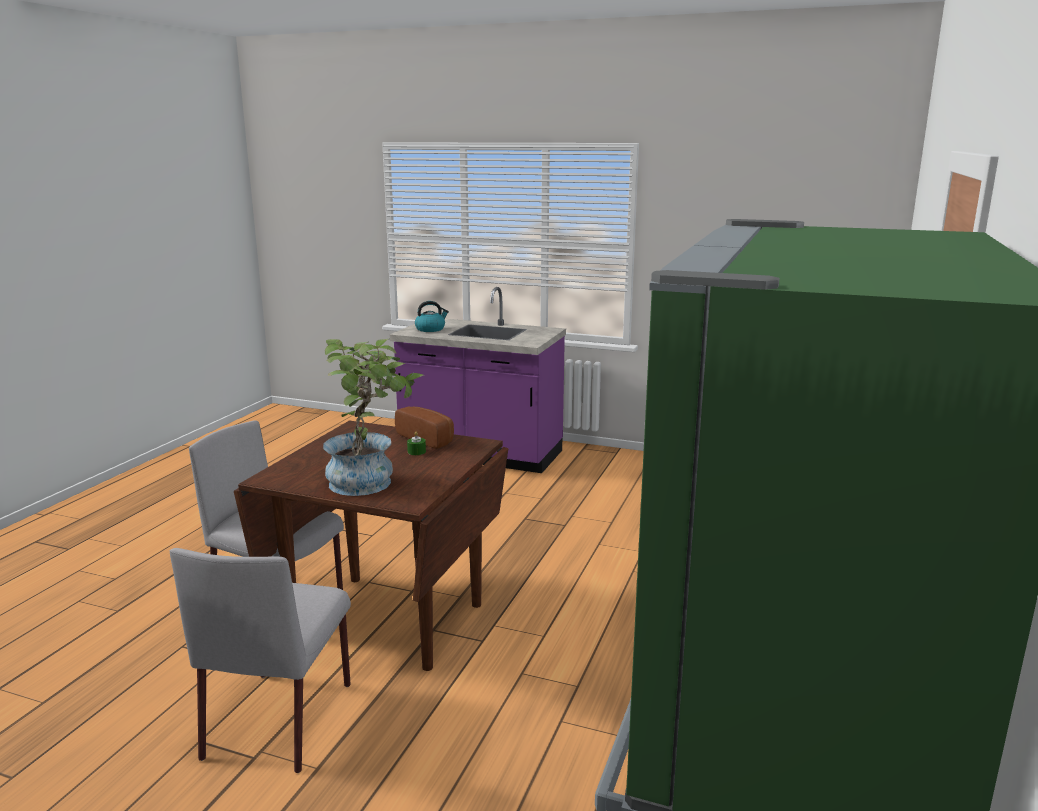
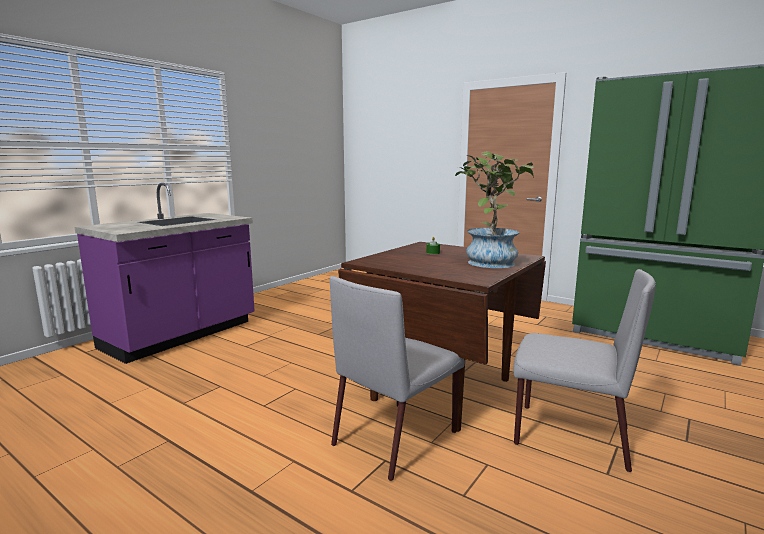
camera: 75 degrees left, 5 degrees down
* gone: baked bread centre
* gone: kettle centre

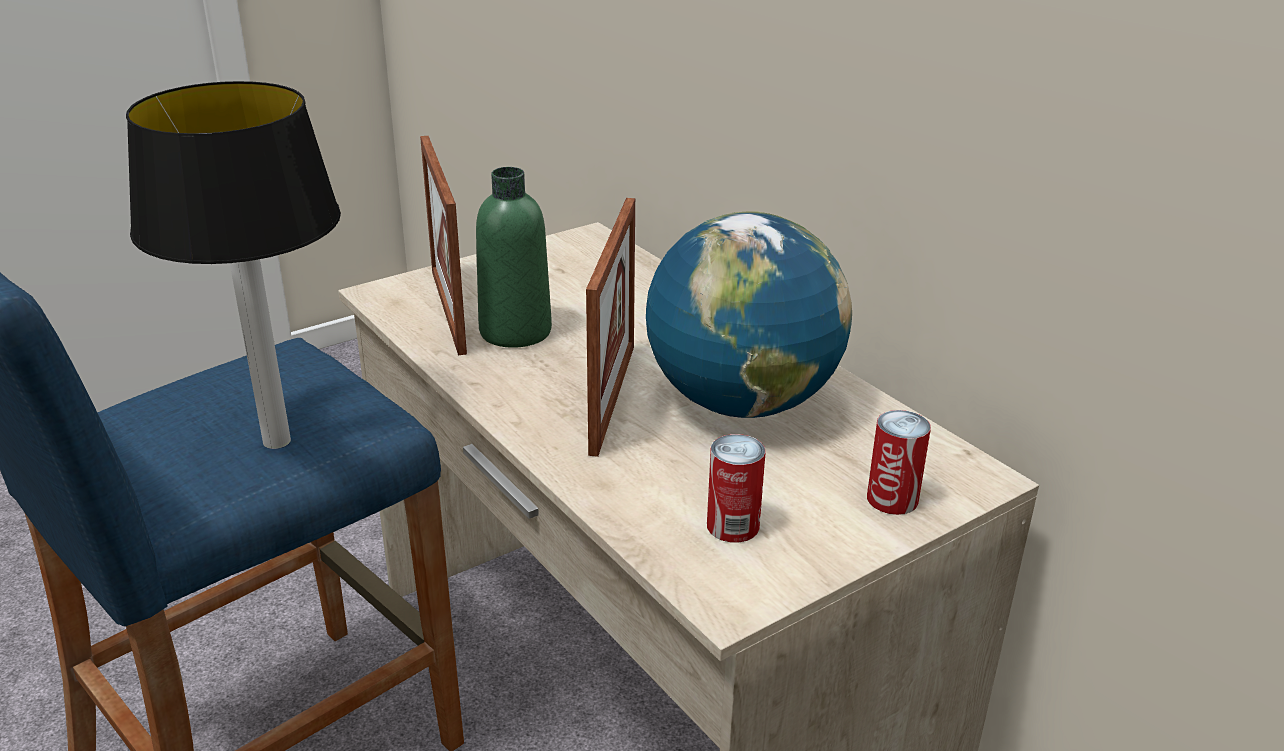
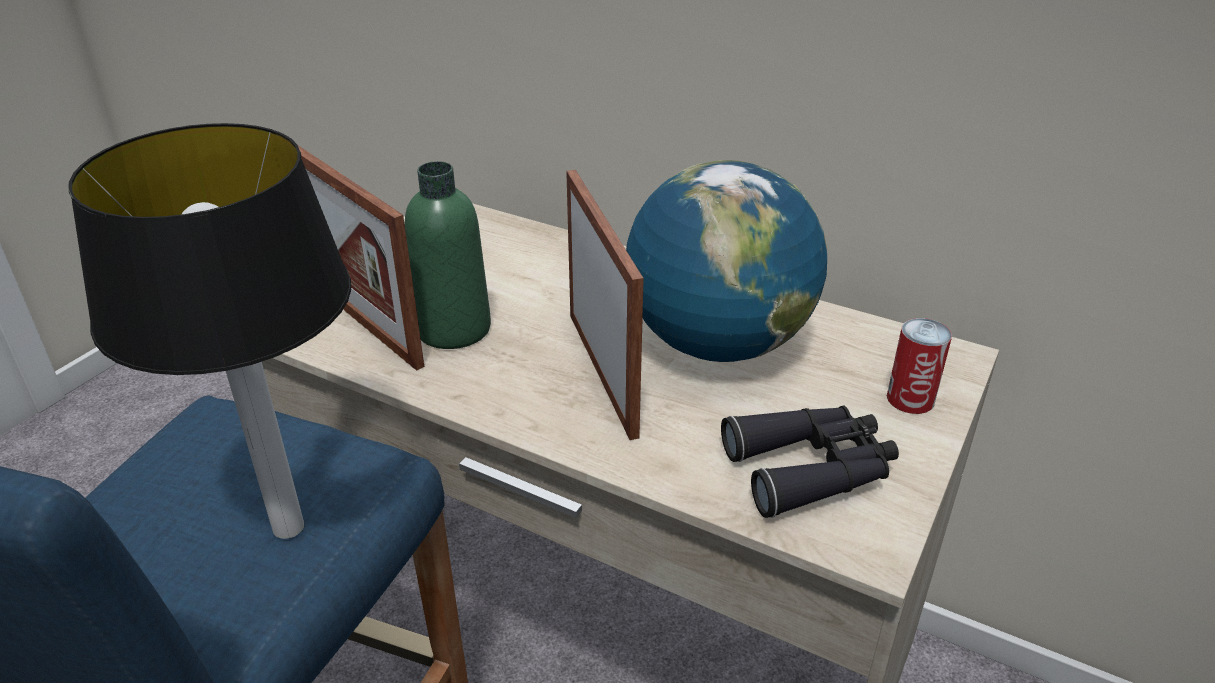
camera: 25 degrees left, 5 degrees up
* swapped: metal can (no. 1 from left) centre to field glasses/blackish bottom right

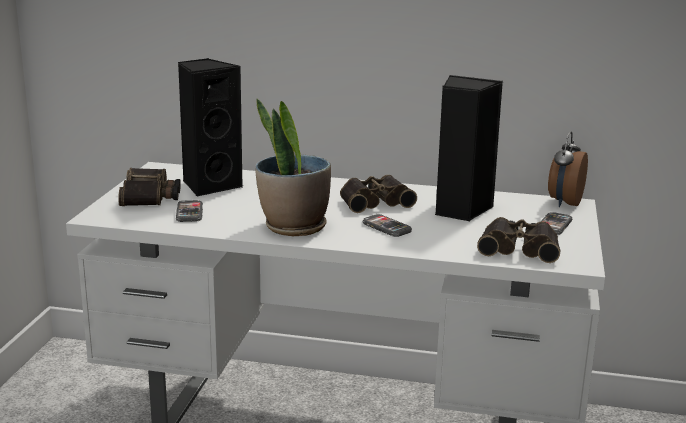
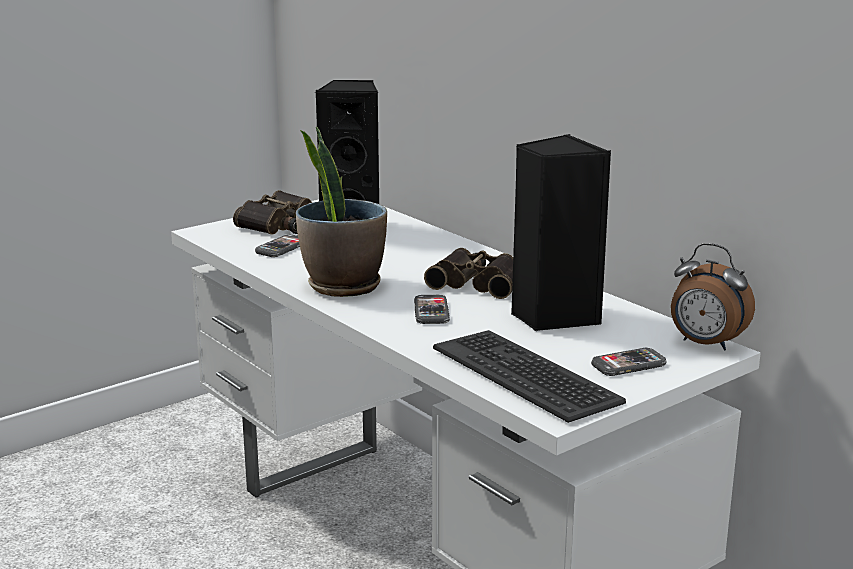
camera: 40 degrees right, 0 degrees up
* swapped: field glasses (no. 3 from left) middle right to keyboard centre
* rotated: alarm clock middle right = middle right 120 degrees counterclockwise

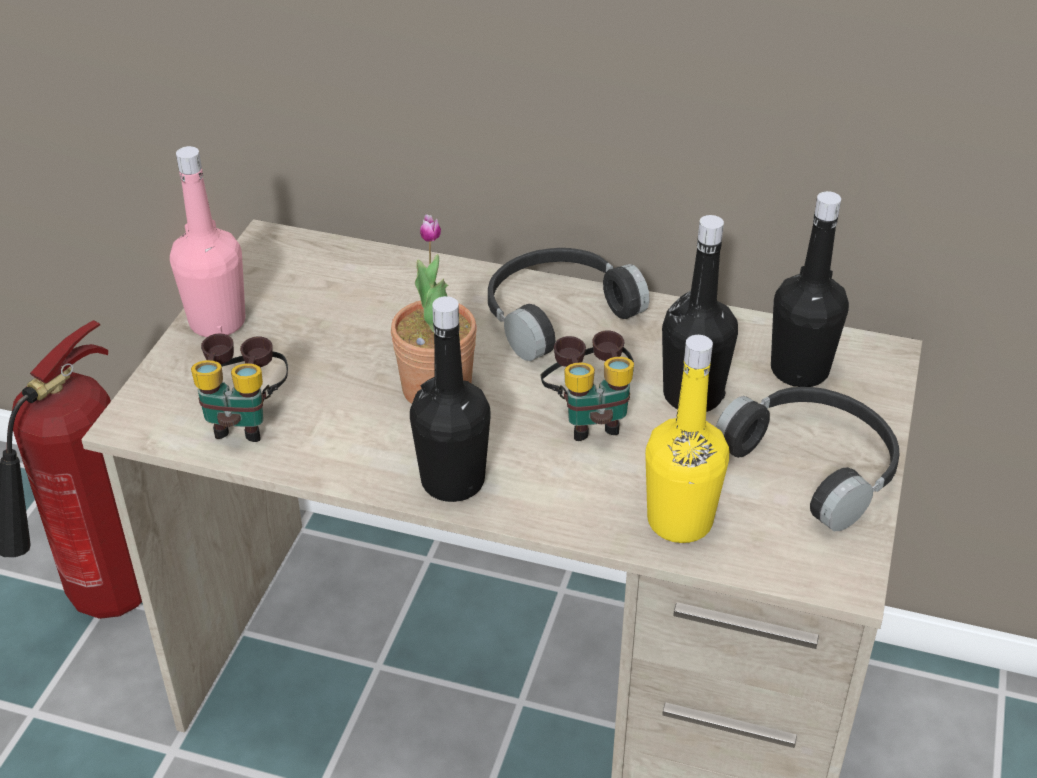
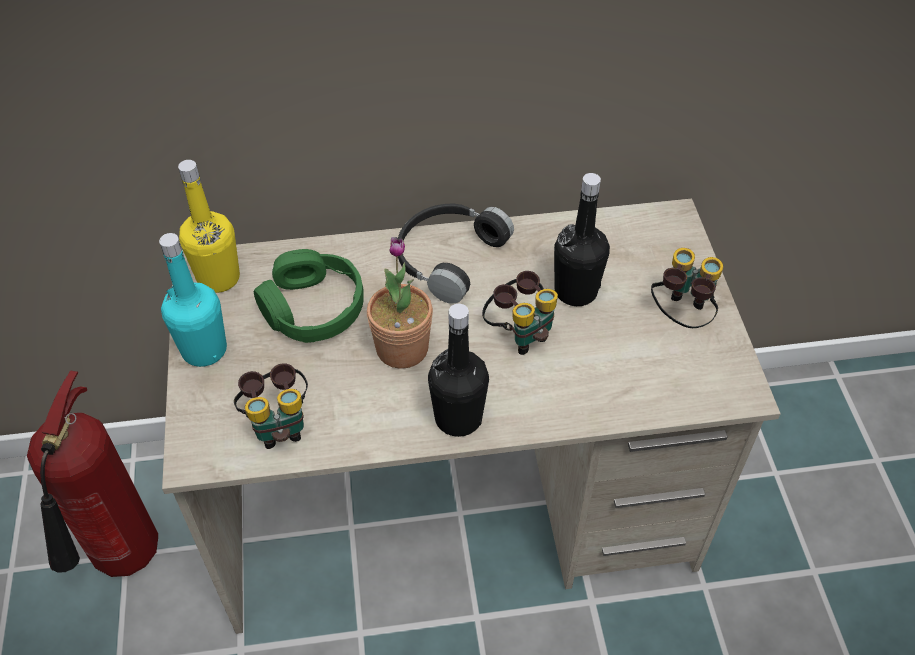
camera: 25 degrees left, 10 degrees up
* repainted: drink bottle/pink-coloured top left to drink bottle/blue-green middle left
* shifted: drink bottle/yellow centre to middle left
* swapped: pair of headphones/blackish (no. 2 from left) middle right to field glasses (no. 3 from left) middle right
* gone: drink bottle/blackish (no. 3 from left) middle right
* new: pair of headphones/greenish centre

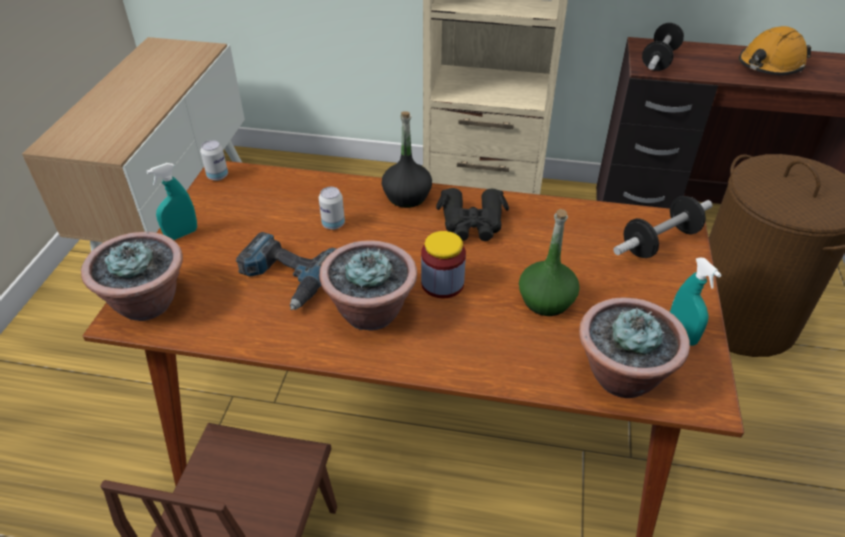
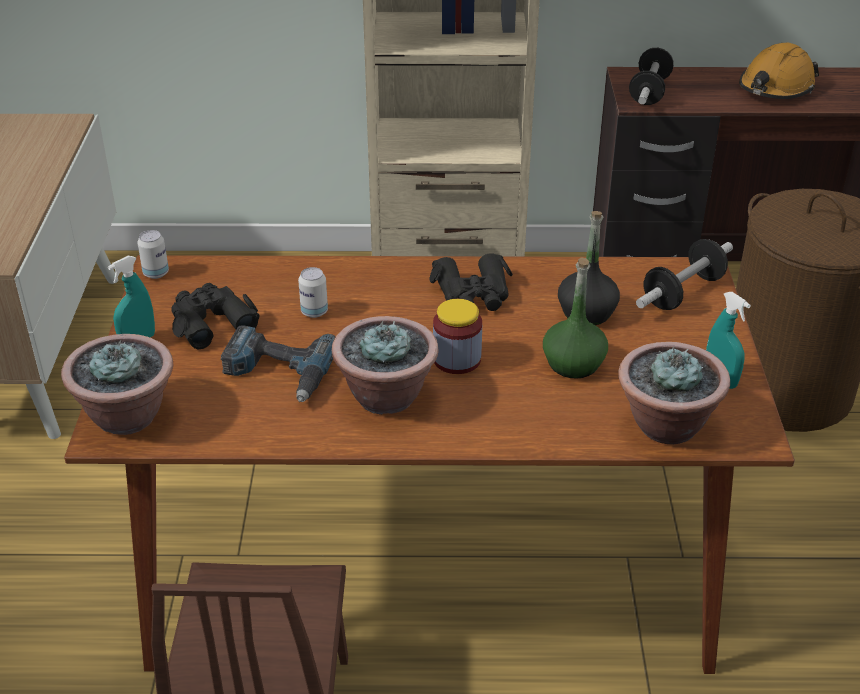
camera: 10 degrees left, 5 degrees down
* shifted: drink bottle/blackish top centre to middle right
* new: field glasses/blackish (no. 1 from left) middle left

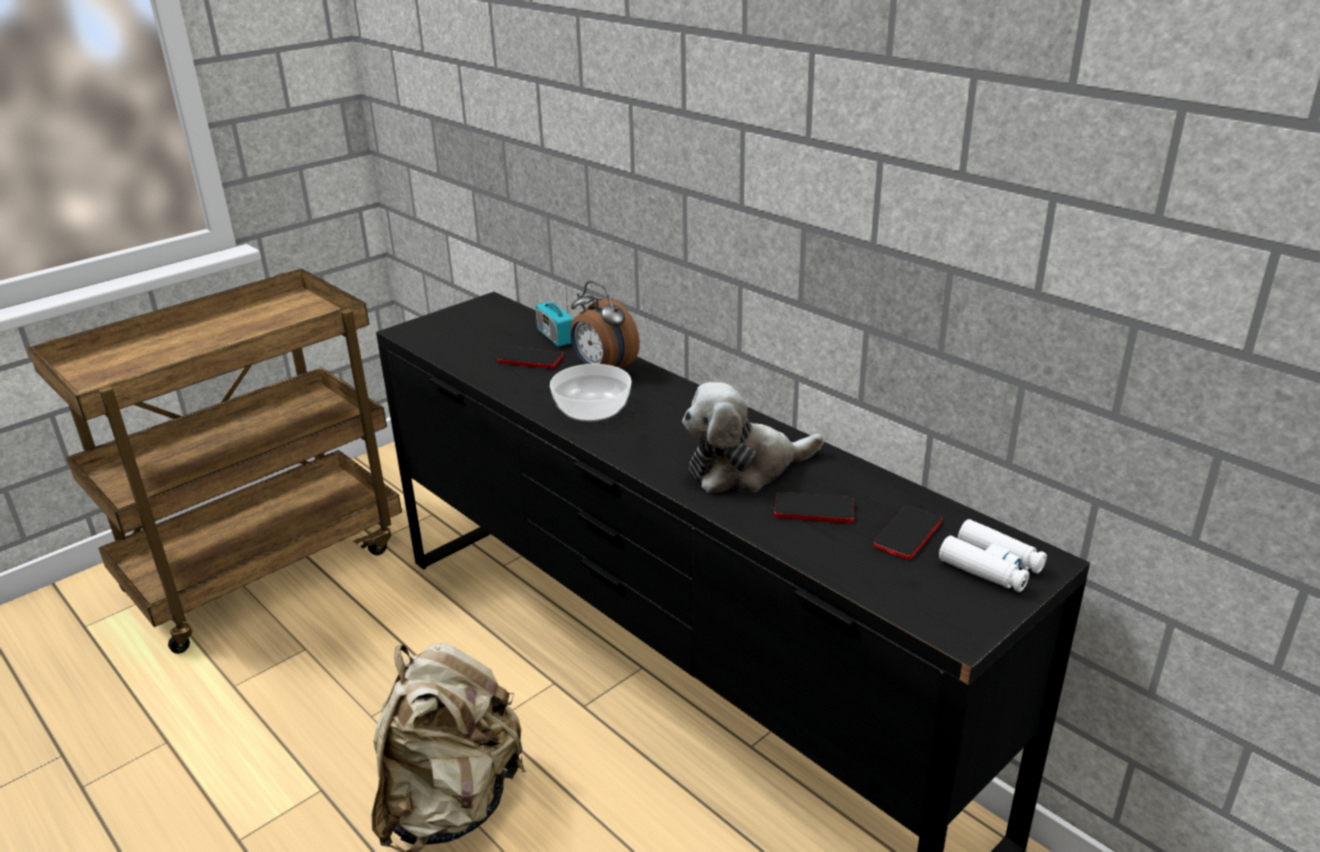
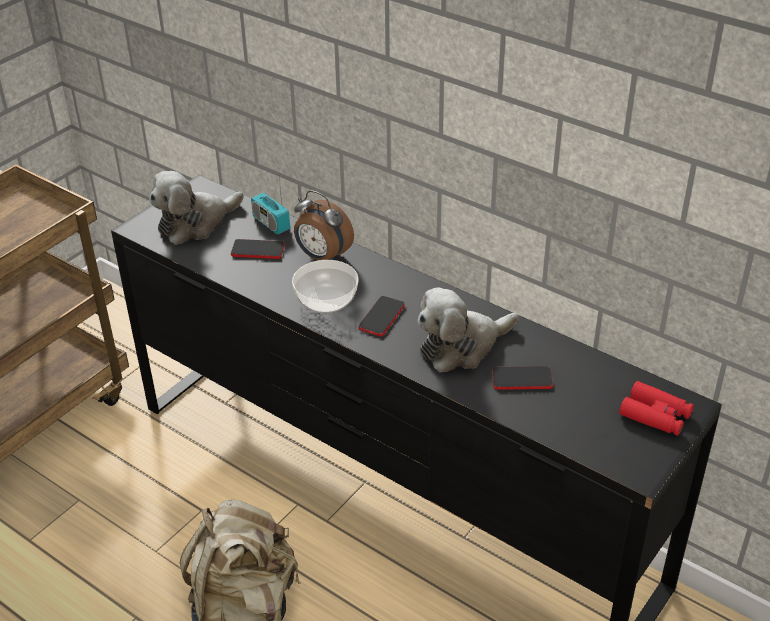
camera: 10 degrees left, 10 degrees up
* shifted: handset (no. 3 from left in the first image) middle right to handset (no. 2 from left) centre
* repainted: field glasses/white-coloured middle right to field glasses/red middle right
* new: cuddly toy (no. 1 from left) middle left

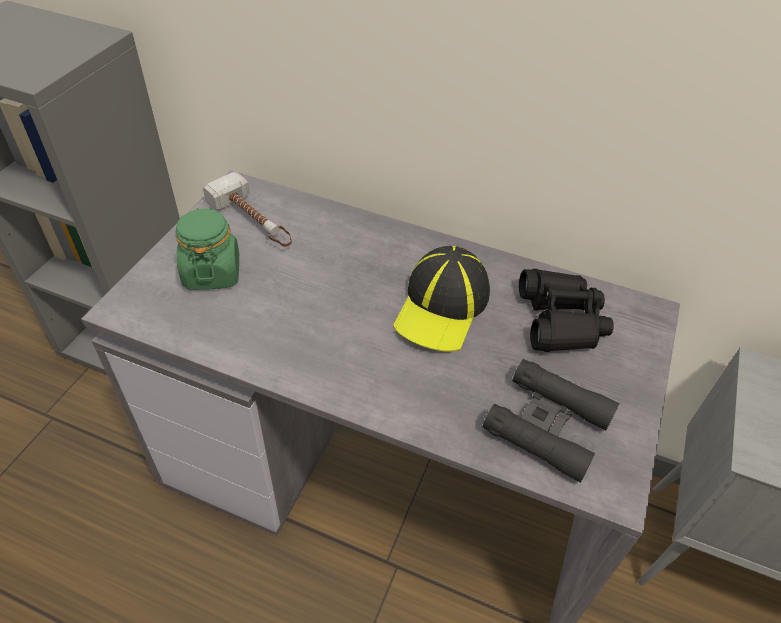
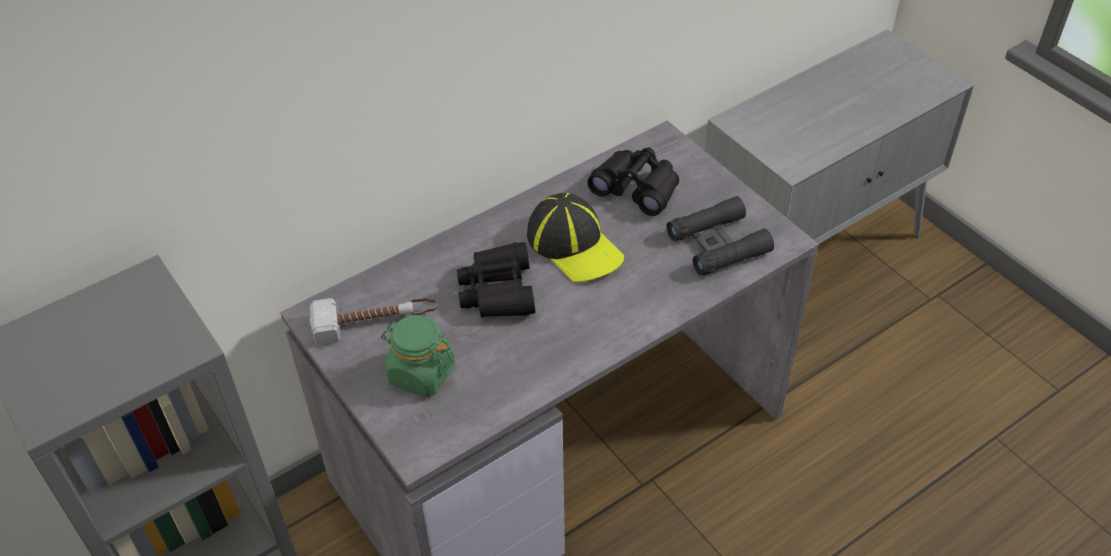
camera: 55 degrees left, 0 degrees up
* new: field glasses/blackish (no. 1 from left) centre

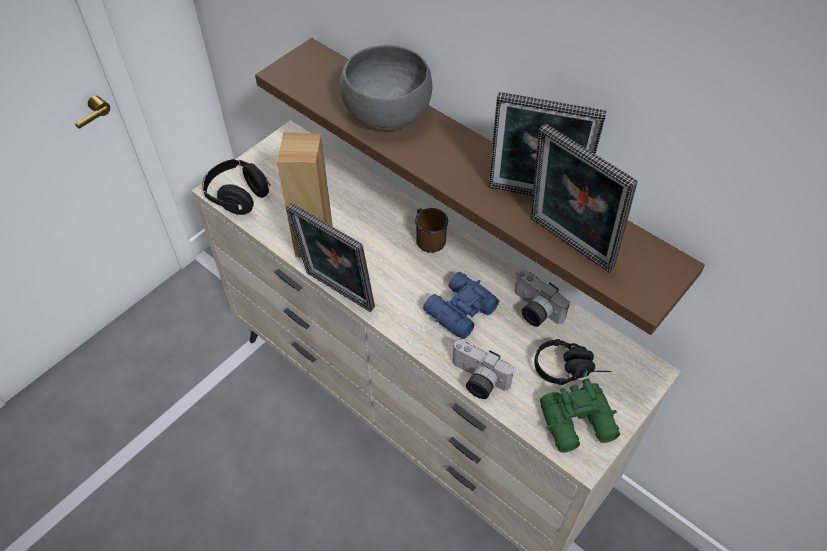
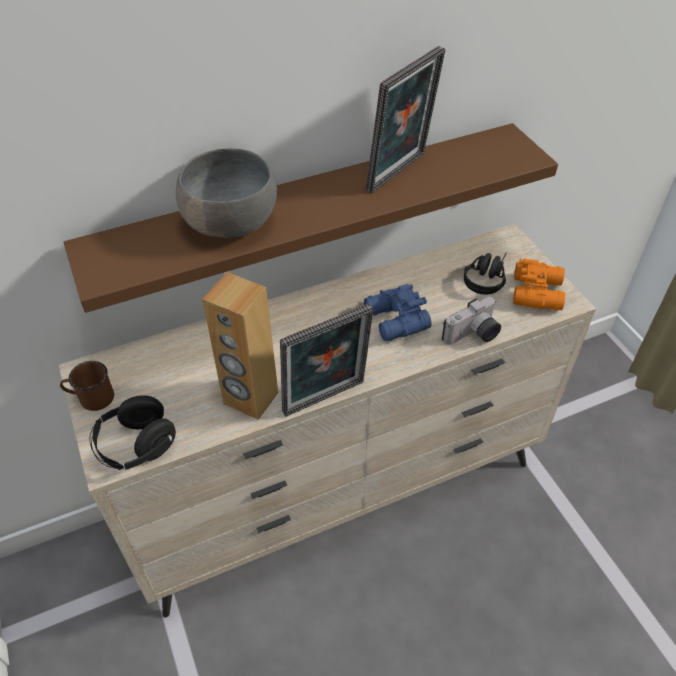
camera: 65 degrees left, 5 degrees down
* shifted: coffee mug/brownish centre to middle left
* gone: still camera (no. 2 from left) centre
* gone: standing frame (no. 3 from left) middle right
* repainted: field glasses/greenish bottom right to field glasses/orangey middle right

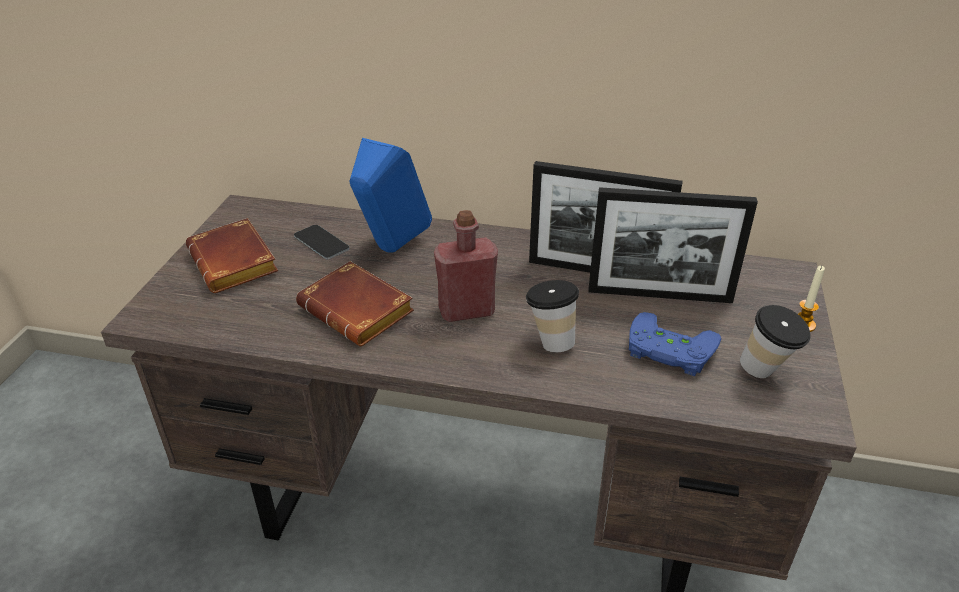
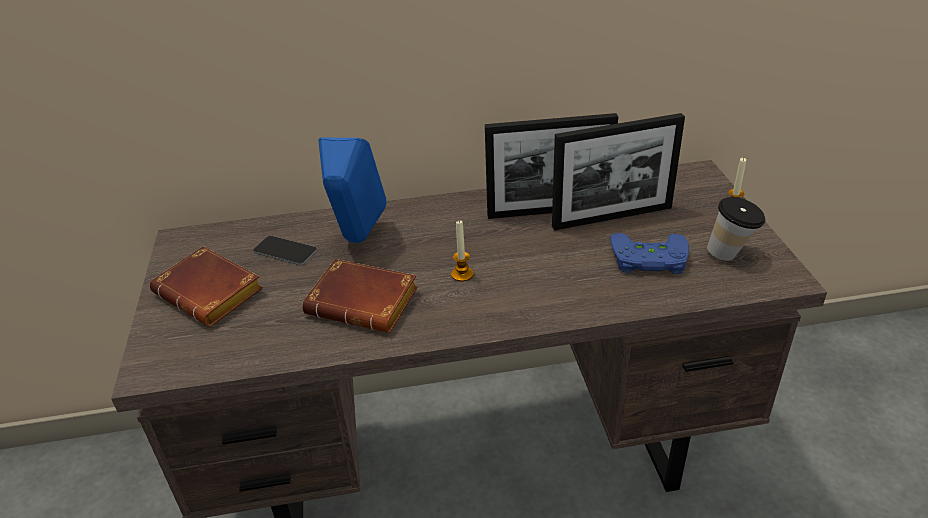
camera: 20 degrees left, 0 degrees up
* swapped: drink bottle/red centre to wax light (no. 1 from left) centre
* gone: drinking cup (no. 1 from left) centre

